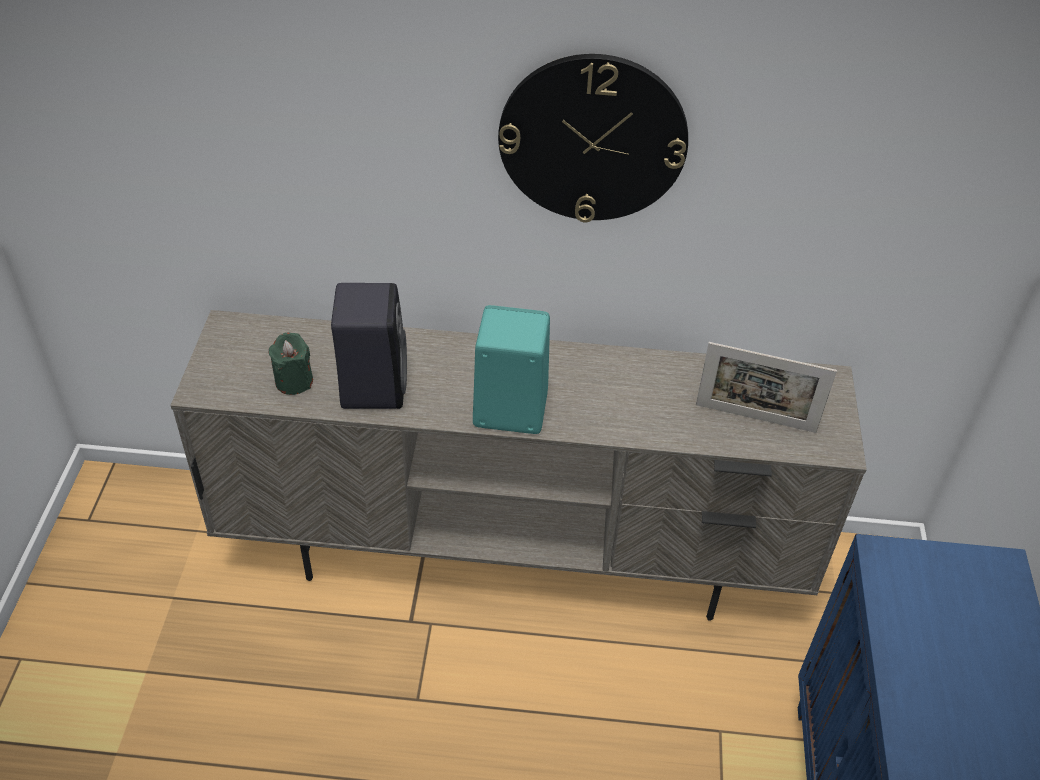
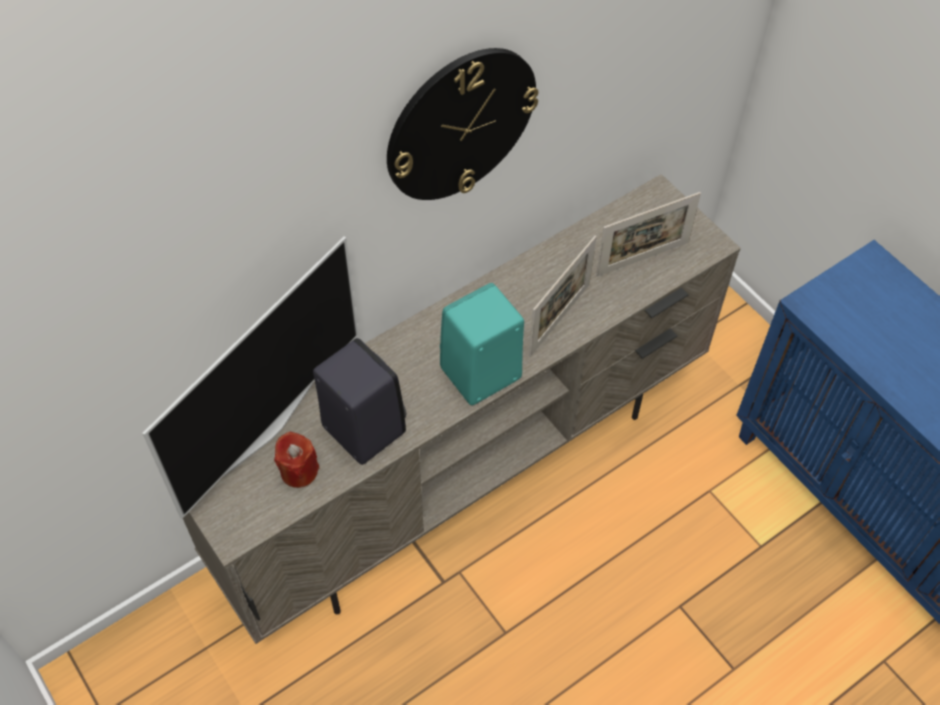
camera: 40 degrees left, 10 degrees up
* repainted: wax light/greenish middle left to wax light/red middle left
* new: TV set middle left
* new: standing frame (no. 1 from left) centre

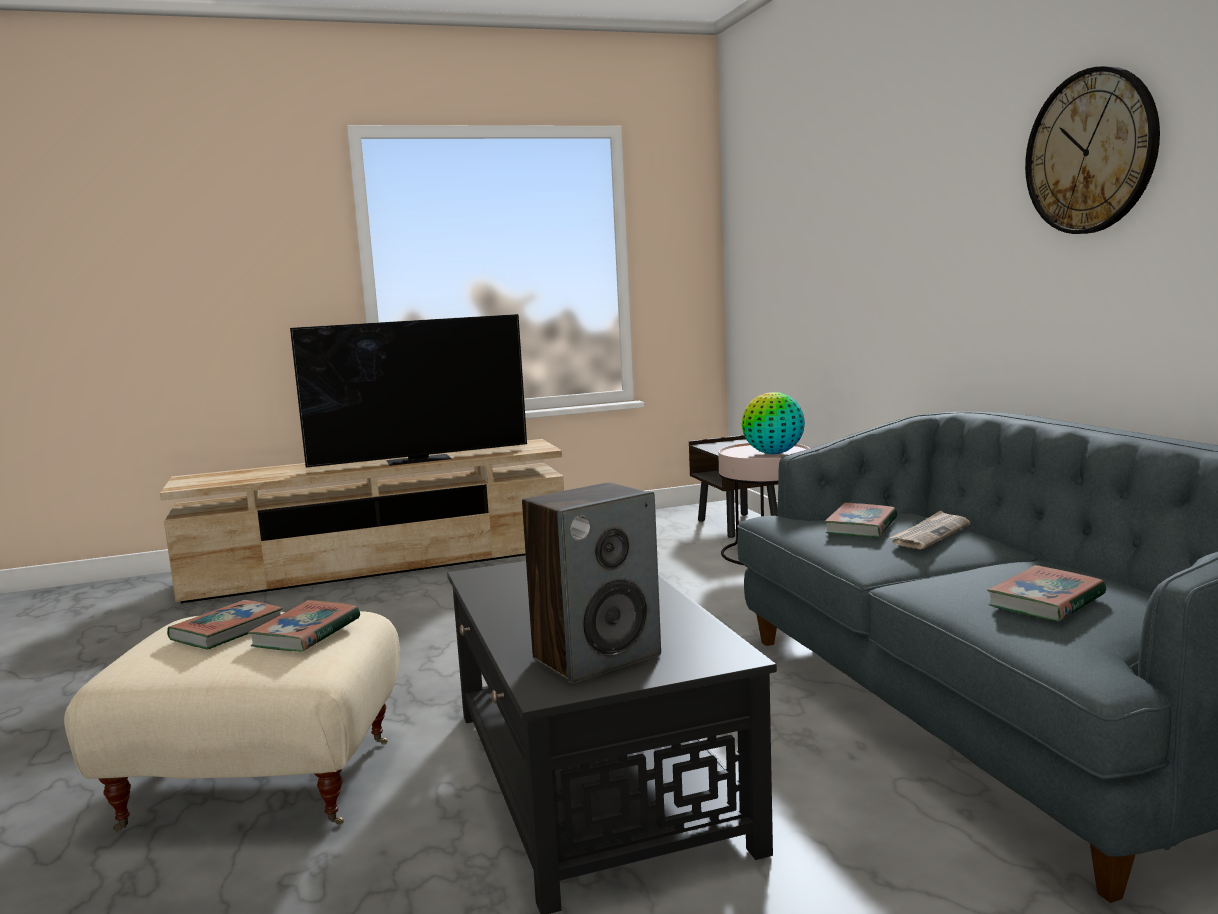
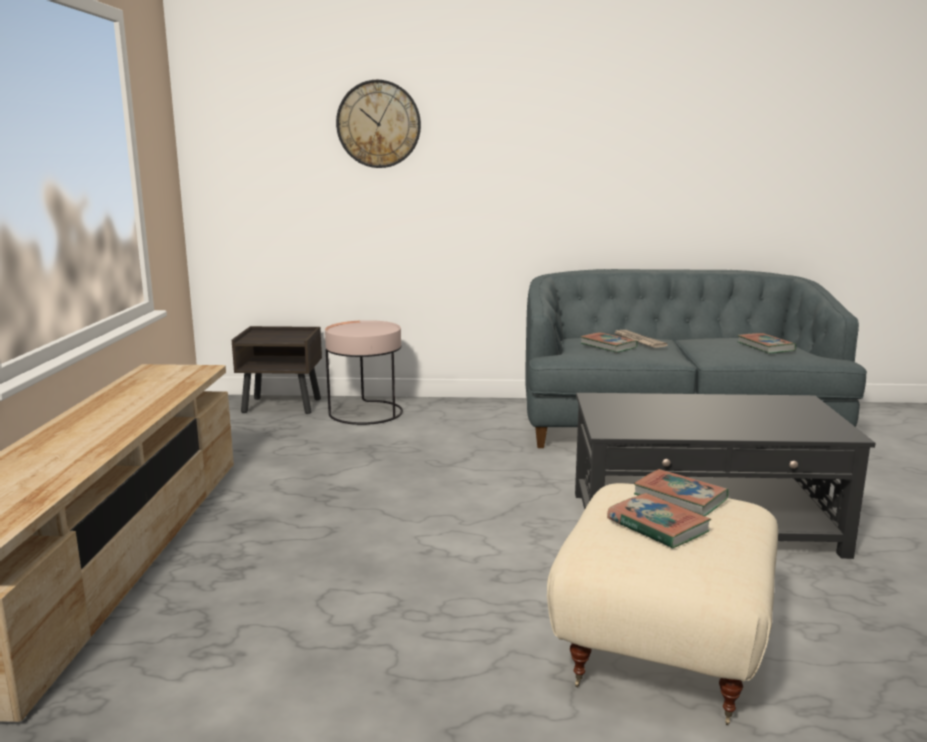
camera: 70 degrees left, 5 degrees up
* gone: TV set centre
* gone: speaker centre
* gone: world globe centre
* shifted: clock on the wall top right to top centre

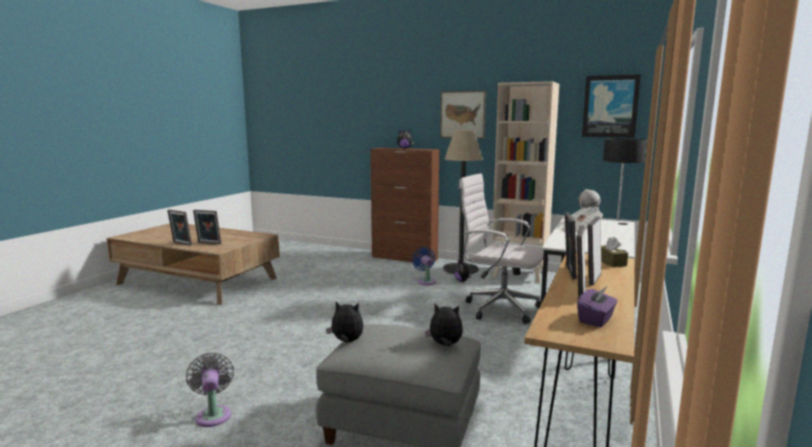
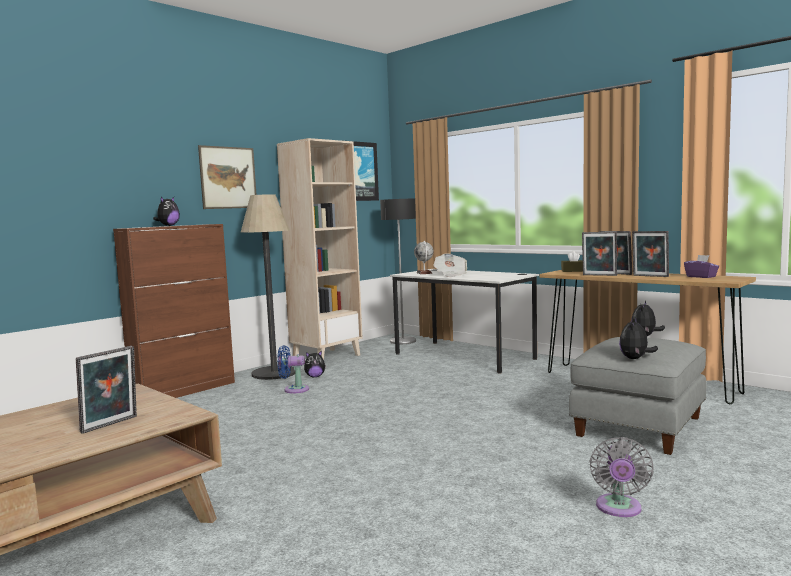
camera: 70 degrees left, 5 degrees down
* gone: standing frame (no. 1 from left) middle left
* rotated: fan/greyish bottom left = bottom right 75 degrees counterclockwise
* gone: office chair/white-coloured centre

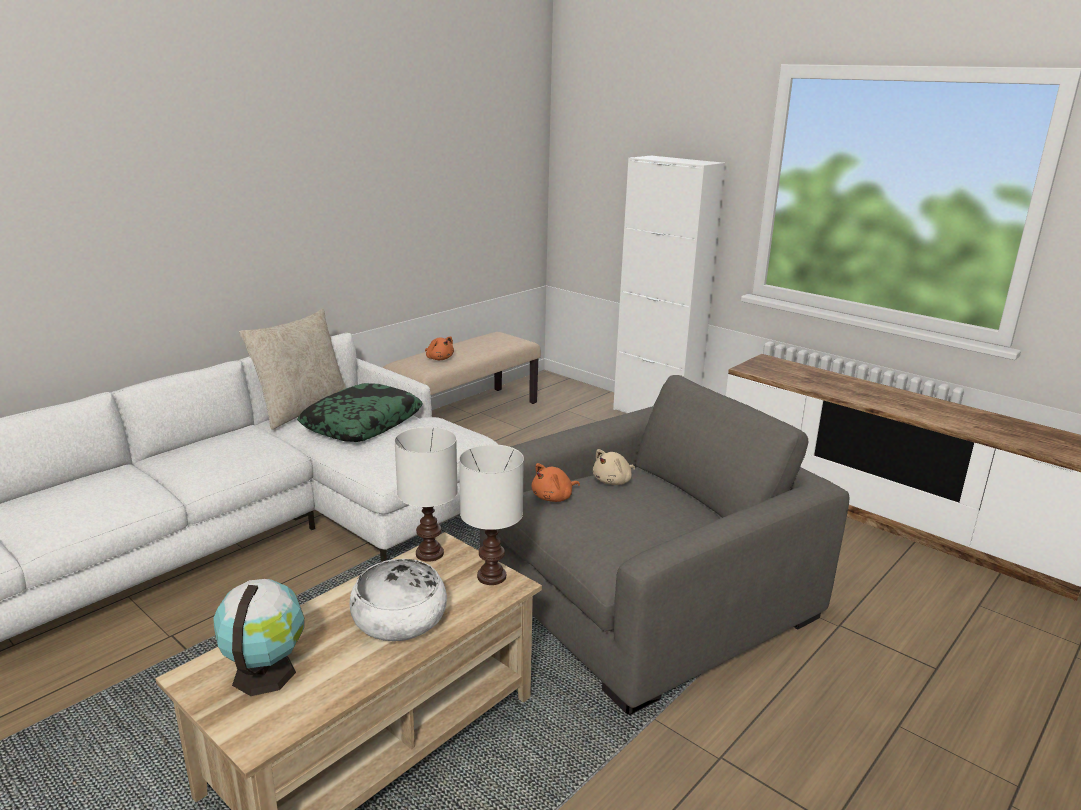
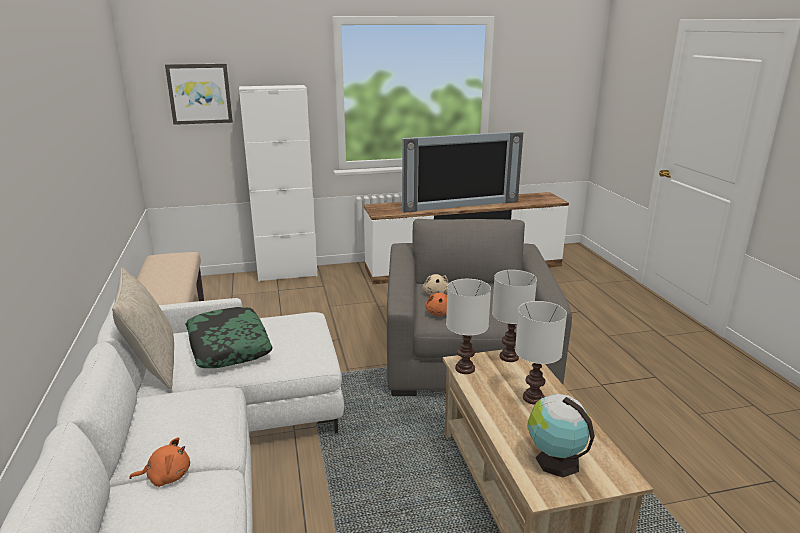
camera: 55 degrees left, 0 degrees up
* swapped: bowl/white-coloured bottom centre to lamp for a table/white-coloured (no. 3 from left) middle right
* shifted: cuddly toy/orangey (no. 1 from left) centre to bottom left
* new: picture top left
* new: TV set top centre

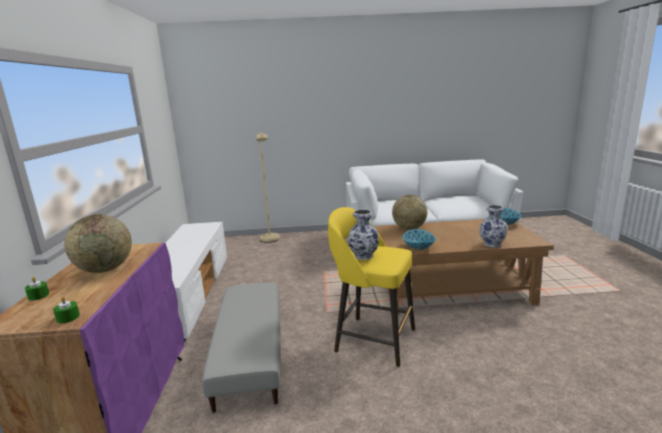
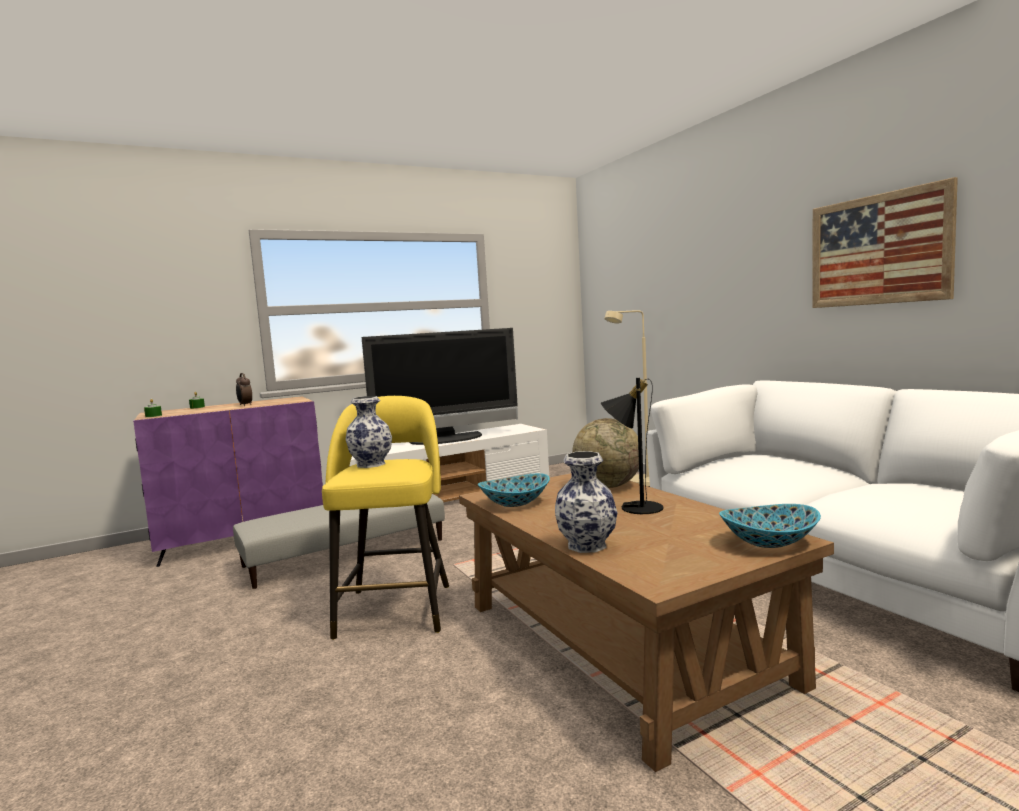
camera: 65 degrees right, 10 degrees down
* swapped: world globe (no. 1 from left) middle left to alarm clock middle left
* new: TV set centre
* new: lamp for a table/blackish centre
* new: picture top right

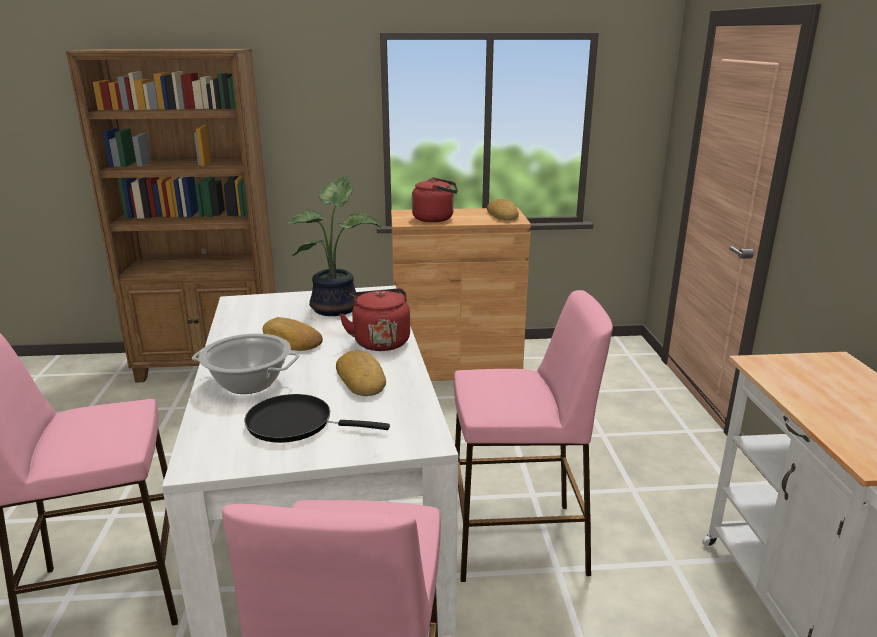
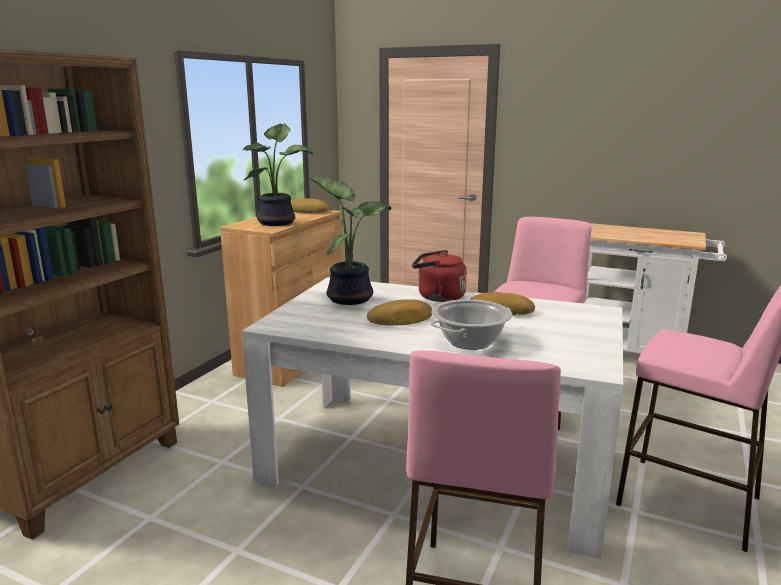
camera: 60 degrees left, 5 degrees down
* gone: frying pan/blackish centre
* swapped: kettle/red (no. 2 from left) top centre to houseplant (no. 1 from left) top centre

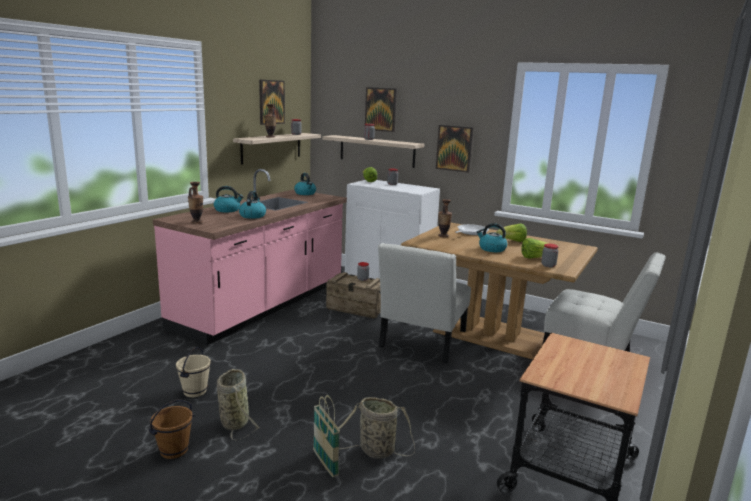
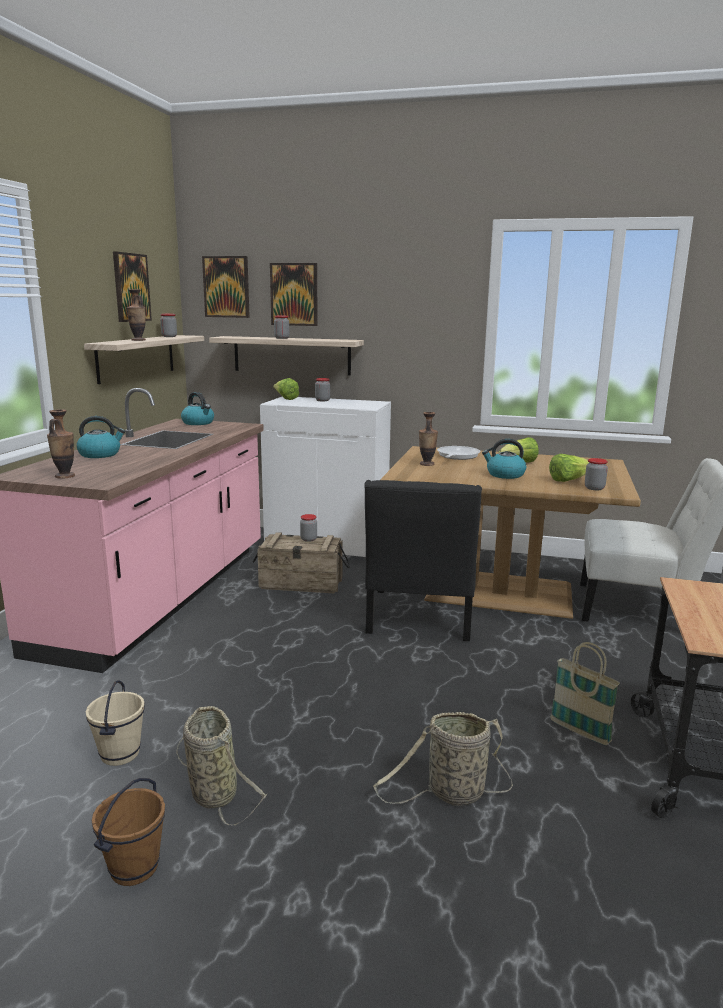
camera: 15 degrees left, 0 degrees up
* gone: kettle (no. 2 from left) centre
* shifted: basket (no. 2 from left in the first image) bottom centre to basket (no. 3 from left) bottom right
* repainted: chair/white-coloured (no. 1 from left) centre to chair/blackish centre
* shifted: picture (no. 3 from left in the first image) top centre to picture (no. 2 from left) top left

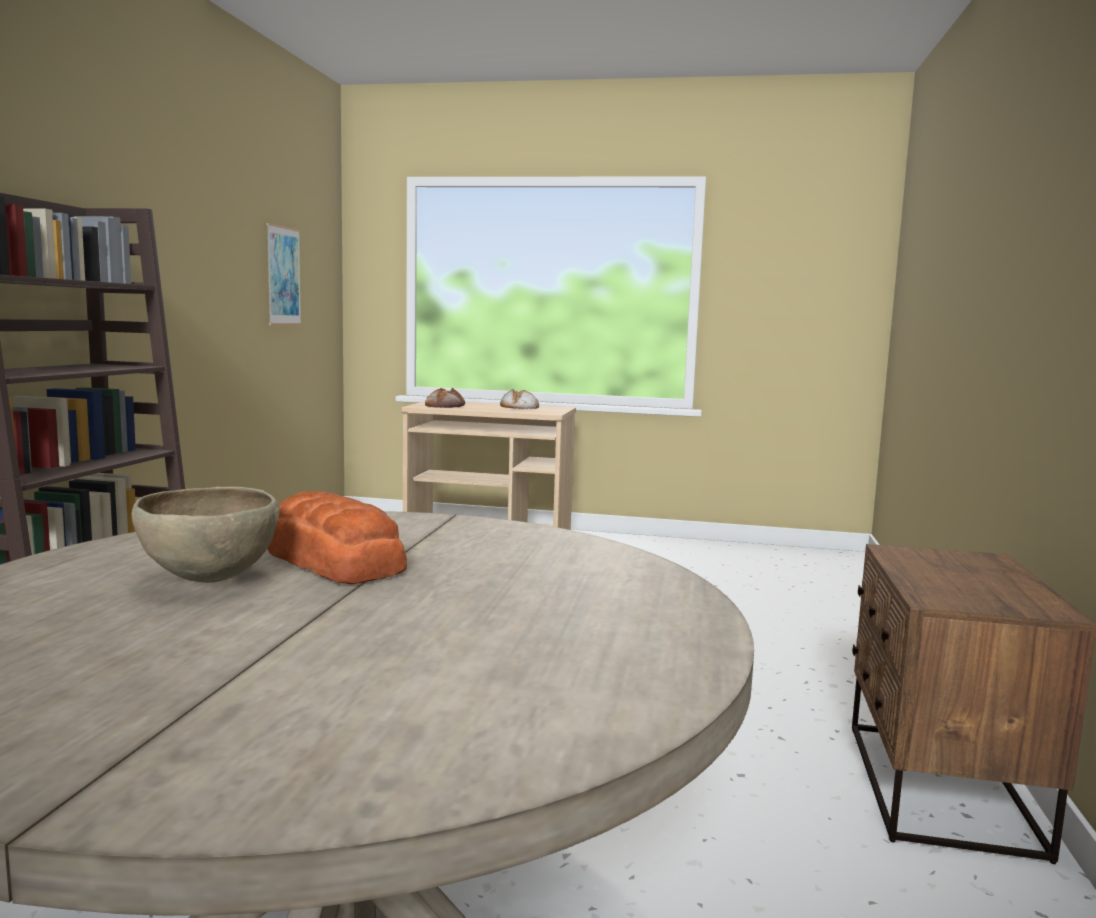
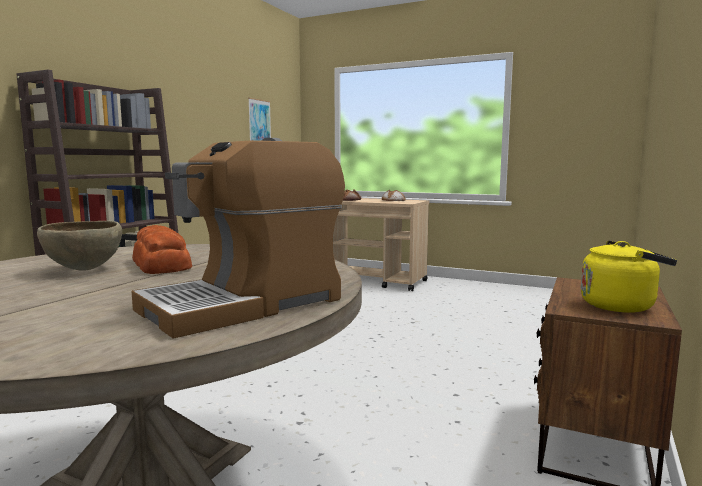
camera: 15 degrees right, 0 degrees up
* new: coffee maker centre
* new: kettle/yellow middle right

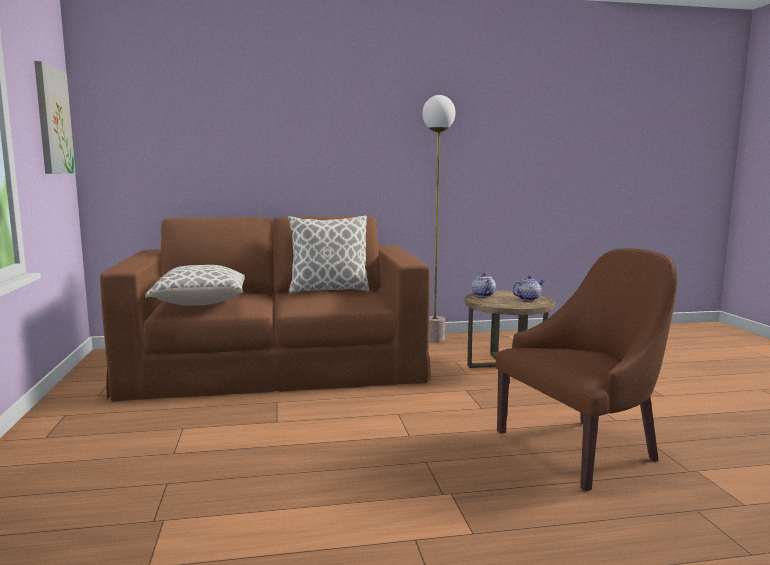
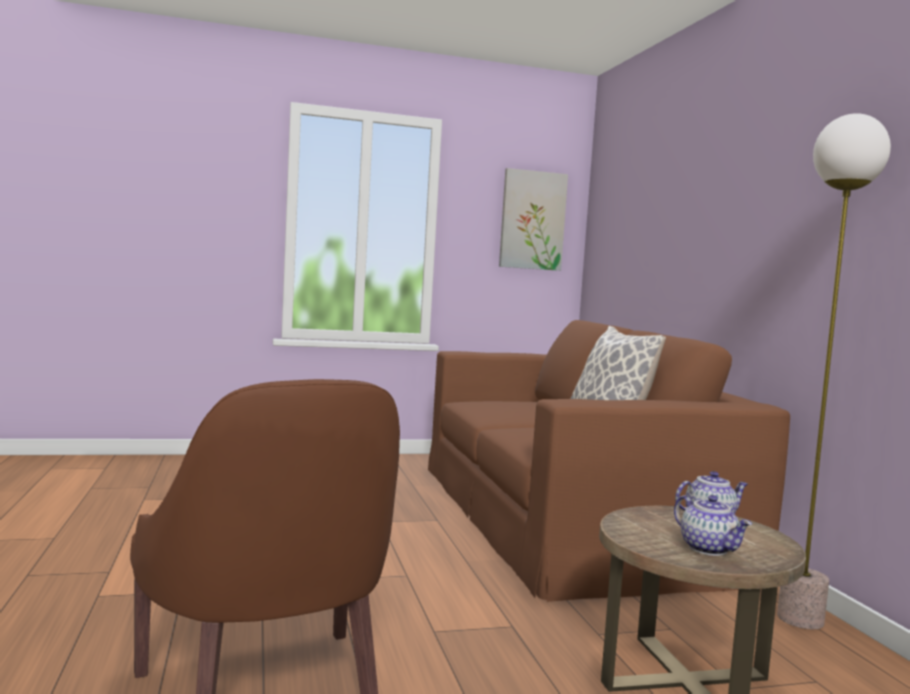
camera: 85 degrees right, 5 degrees down
* gone: throw pillow (no. 1 from left) middle left

